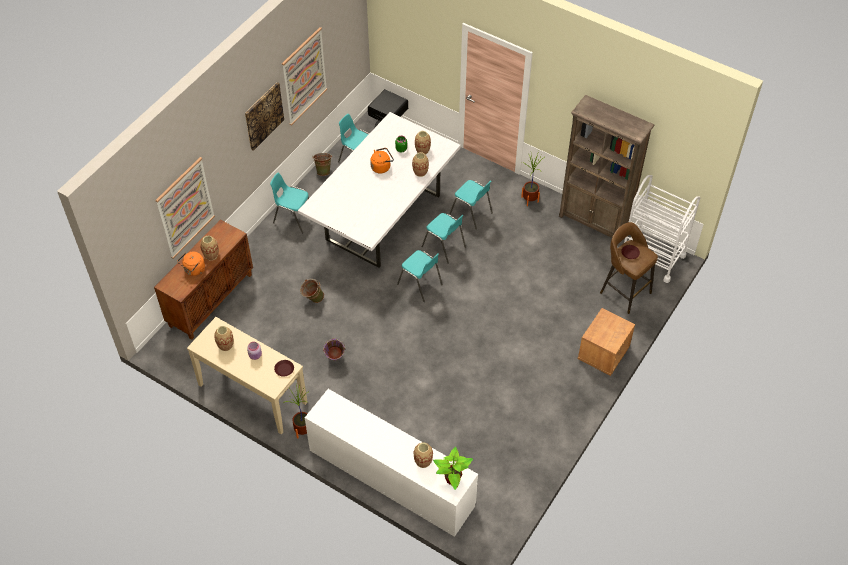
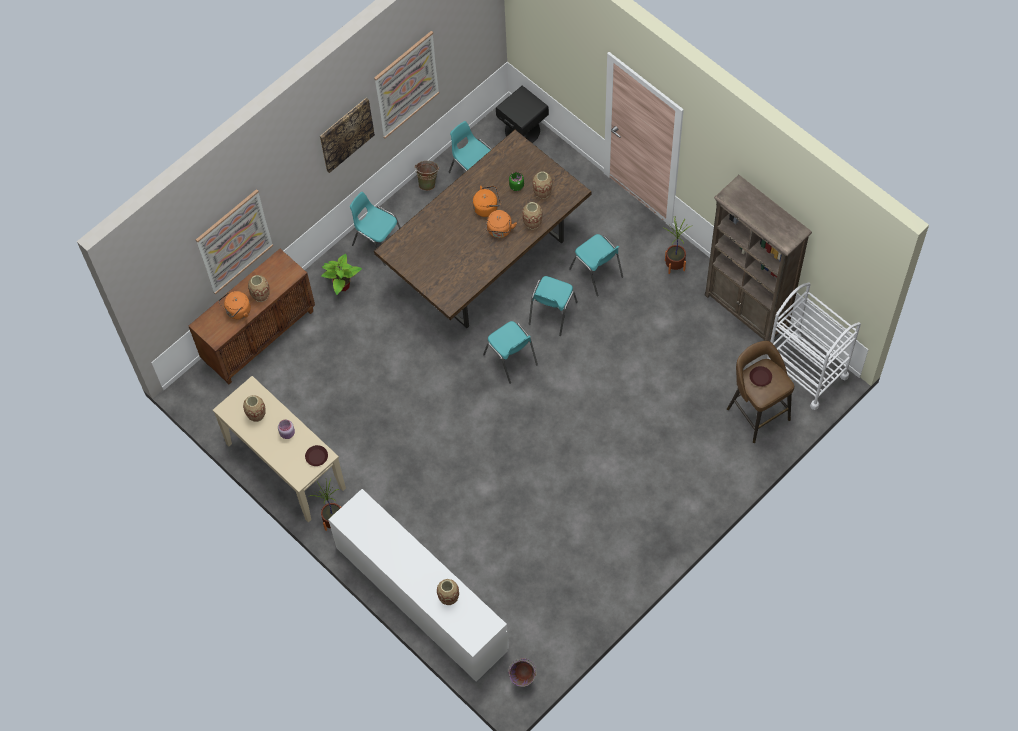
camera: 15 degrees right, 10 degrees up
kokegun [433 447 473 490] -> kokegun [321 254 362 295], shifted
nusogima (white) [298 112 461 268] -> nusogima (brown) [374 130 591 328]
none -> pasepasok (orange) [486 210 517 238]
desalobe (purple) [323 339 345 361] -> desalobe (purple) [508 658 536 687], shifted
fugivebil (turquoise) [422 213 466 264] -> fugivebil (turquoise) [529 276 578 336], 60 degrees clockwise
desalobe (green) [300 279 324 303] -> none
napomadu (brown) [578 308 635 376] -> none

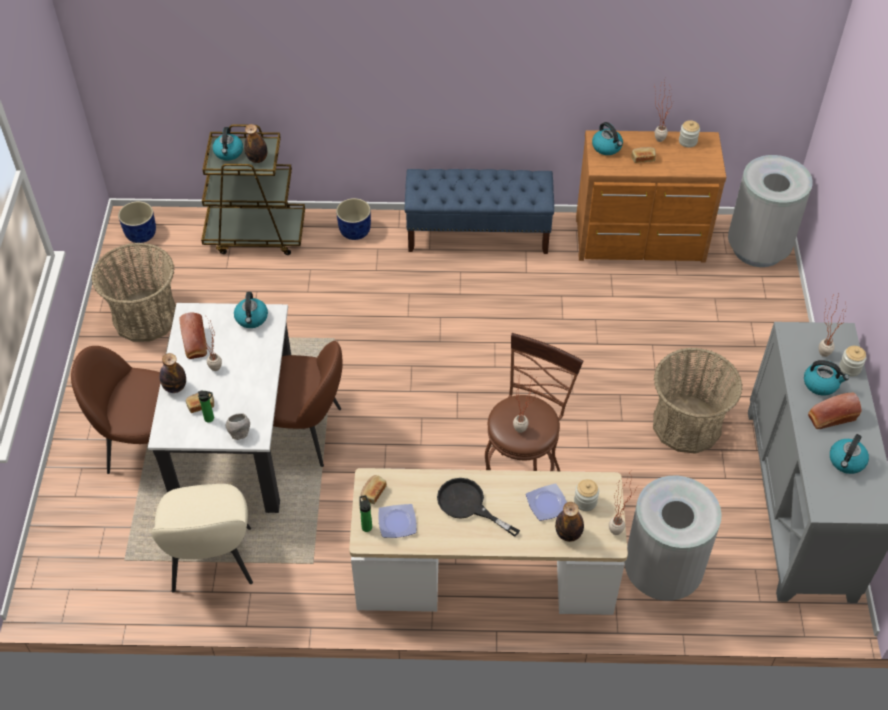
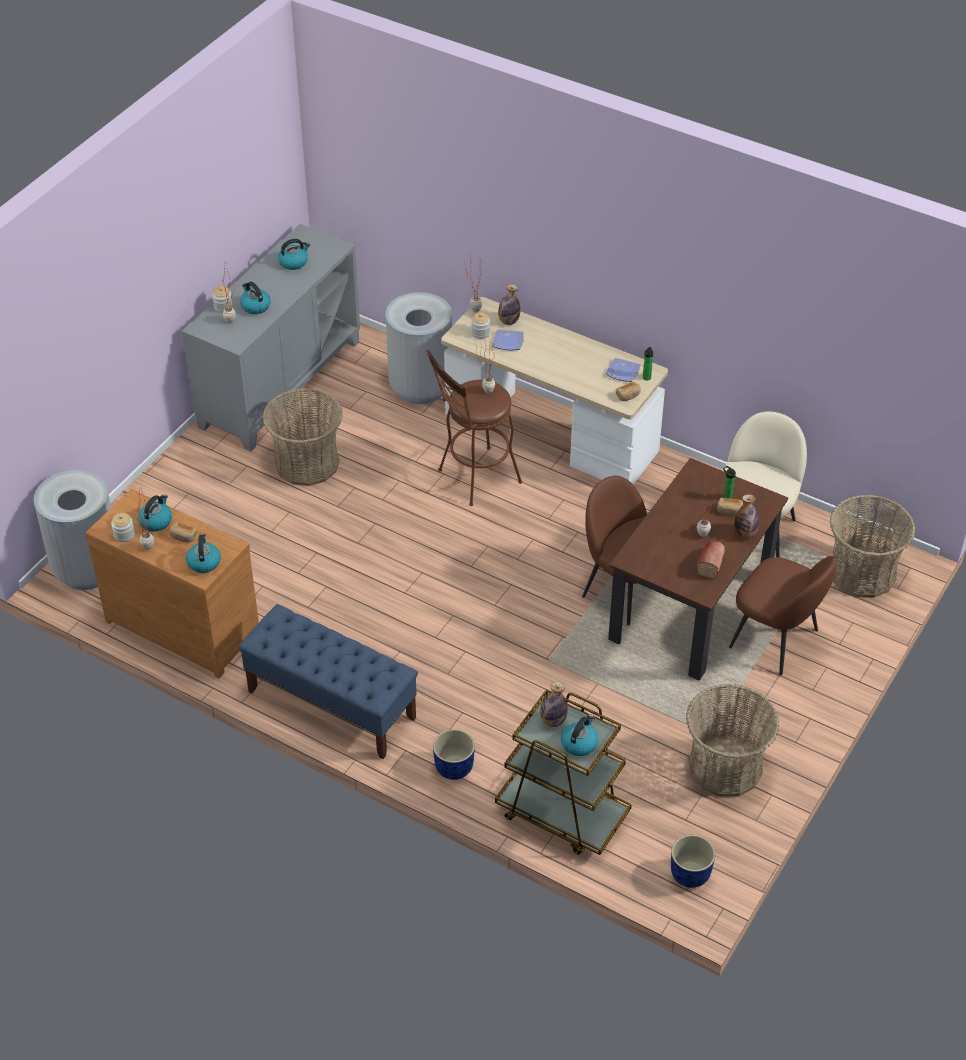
camera: 150 degrees left, 5 degrees down
pasepasok [234 292 268 328] -> pasepasok [138 494 172 532], shifted
nusogima (white) [148 303 291 513] -> nusogima (brown) [608 458 788 681]
none -> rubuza [830 494 915 598]
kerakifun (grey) [226 413 250 440] -> none
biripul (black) [437 478 520 537] -> none
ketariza [808 392 861 429] -> none

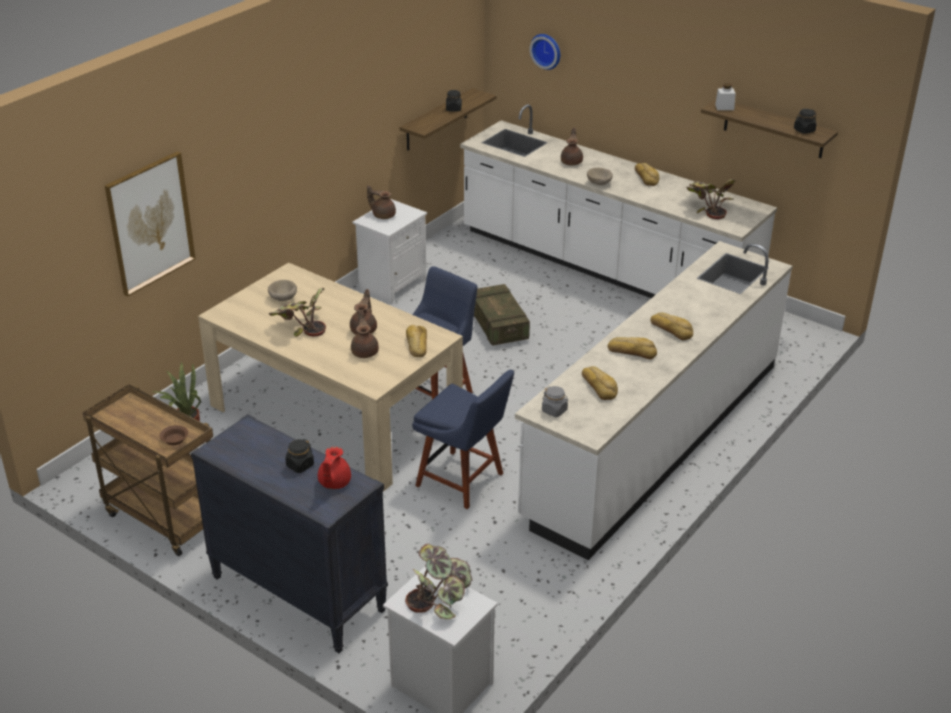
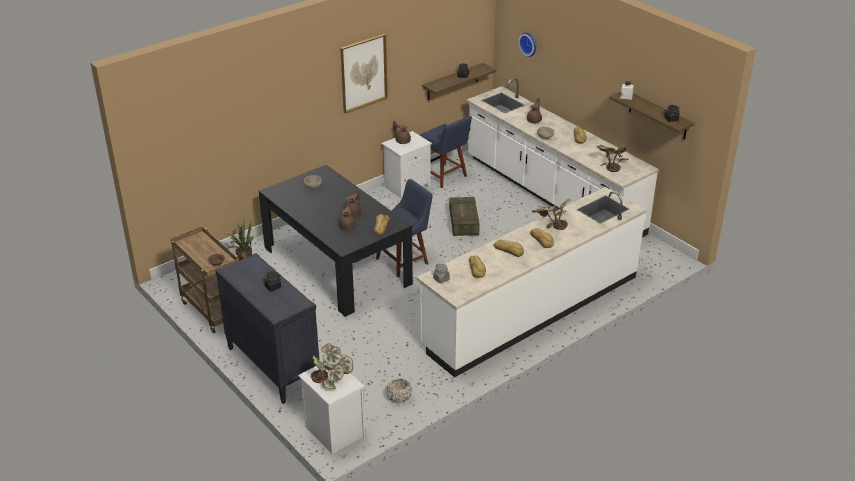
camera: 15 degrees right, 0 degrees up
nusogima (beige) [198 262 463 492] -> nusogima (black) [259 165 413 317]
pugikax [105 152 195 297] -> pugikax [340 34 388 114], shifted
none -> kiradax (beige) [386 378 412 403]
fugivebil (blue) [412 370 514 509] -> fugivebil (blue) [420 116 472 188], shifted
kokegun [269 288 326 337] -> kokegun [532 199 571 230], shifted
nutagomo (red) [318 447 351 489] -> none

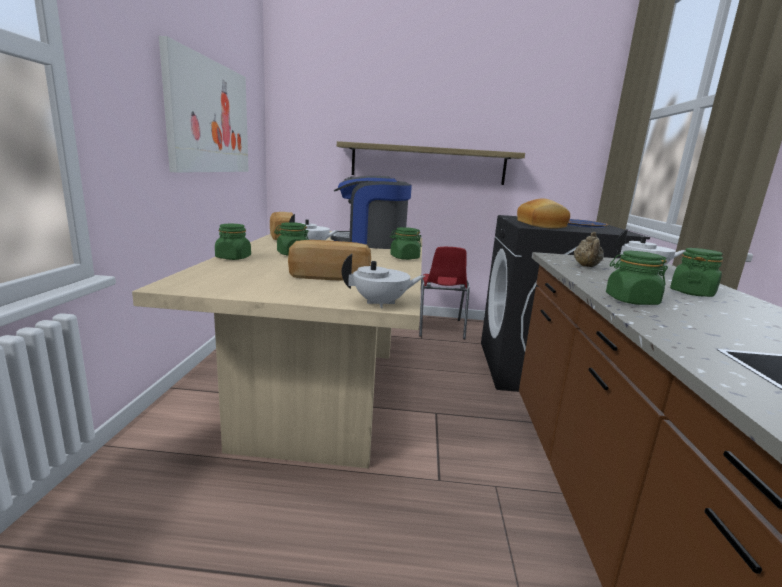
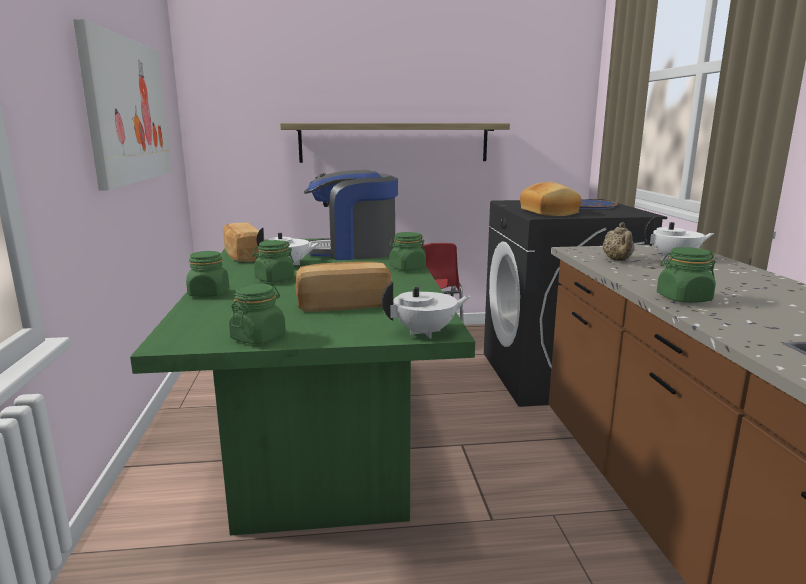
camera: 10 degrees left, 0 degrees up
nusogima (beige) [132 231 422 468] -> nusogima (green) [130 238 475 536]
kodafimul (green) [670 248 723 297] -> kodafimul (green) [229 284 286 344], shifted

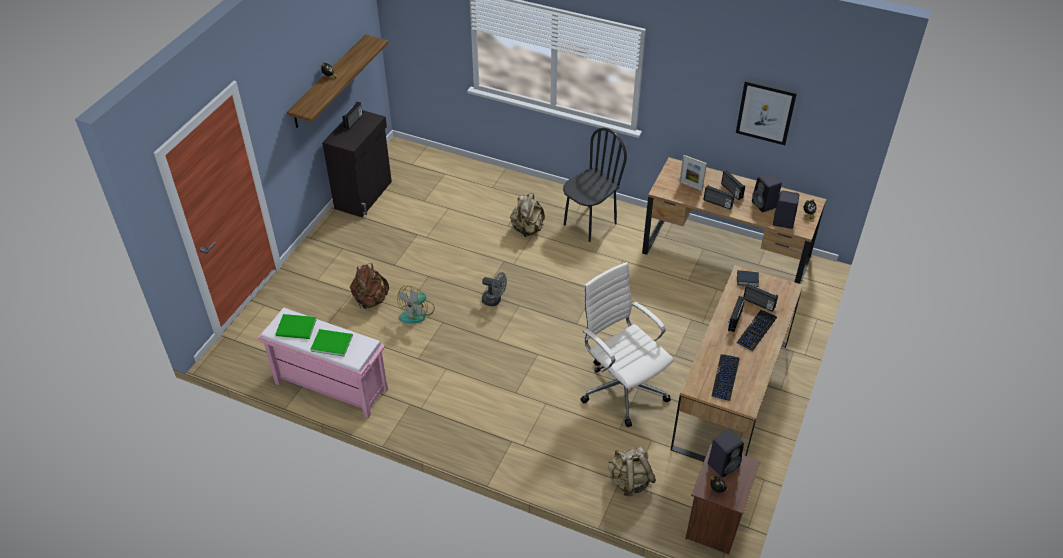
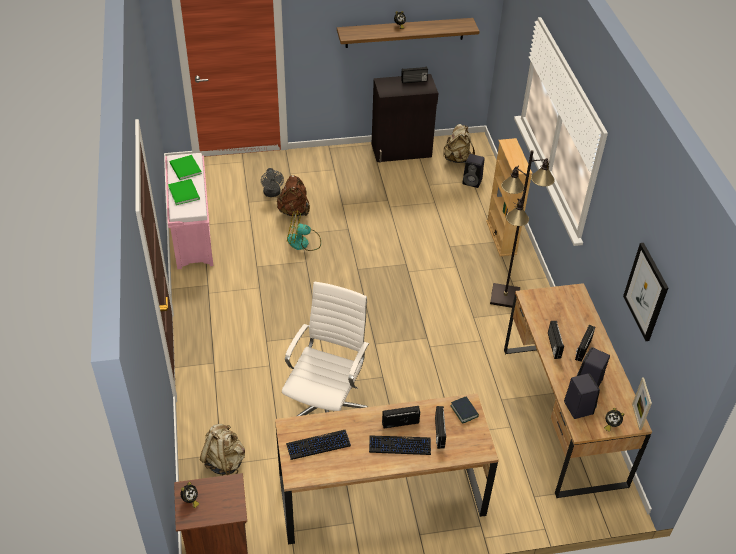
camera: 55 degrees right, 0 degrees up
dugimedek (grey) [482 272 507 306] -> dugimedek (grey) [261 168 284 197], shifted
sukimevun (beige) [510 193 545 237] -> sukimevun (beige) [443 124 475 163], shifted
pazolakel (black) [708 429 744 478] -> pazolakel (black) [462 154 485 188], shifted
none -> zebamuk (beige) [486 138 532 256]
fugivebil (black) [563 128 627 242] -> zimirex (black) [490 150 555 308]
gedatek [679 155 707 191] -> gedatek [632 378 652 430], shifted

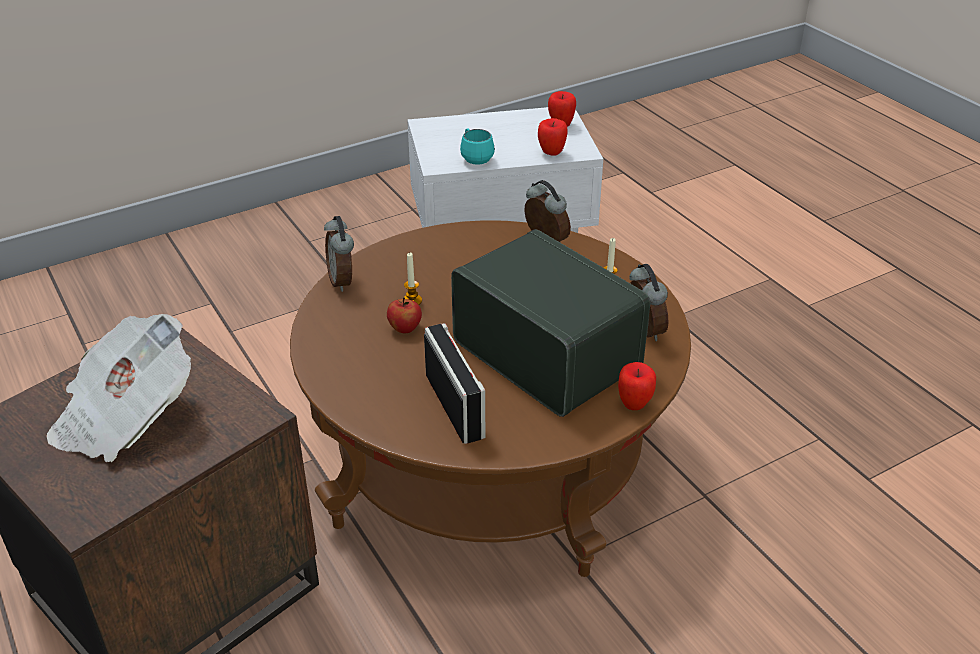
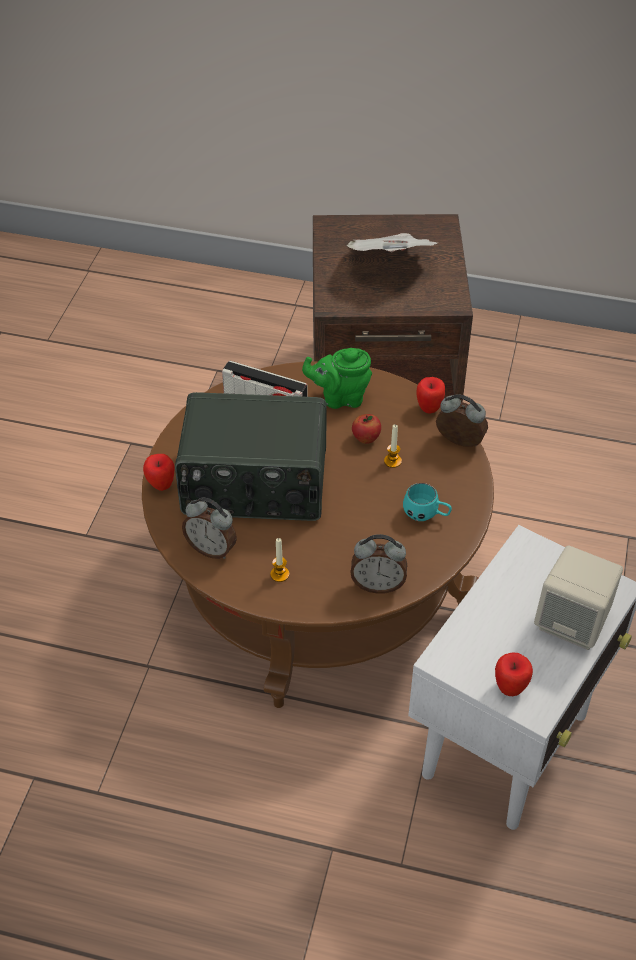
camera: 135 degrees right, 10 degrees up
none -> nutagomo (green) [302 348 372 409]
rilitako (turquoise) [460 128 495 165] -> rilitako (turquoise) [403 483 452 521], shifted
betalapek [538 118 568 156] -> betalapek [416 377 445 414], shifted
none -> pazolakel (beige) [534 545 623 650]

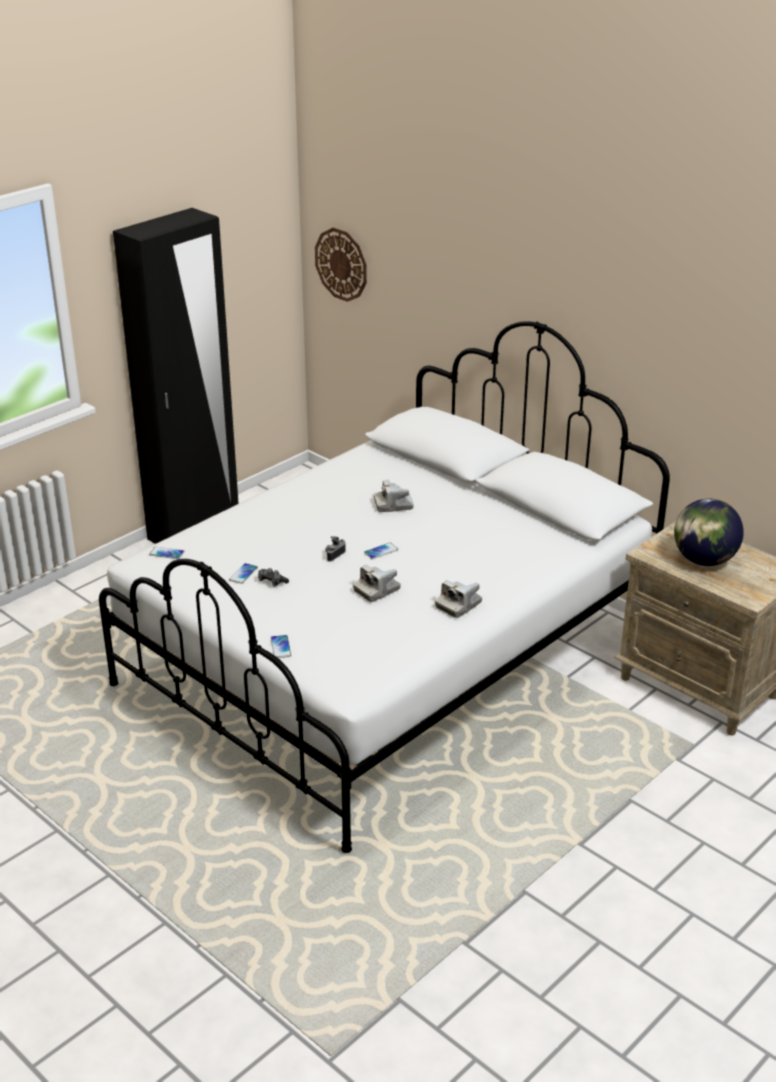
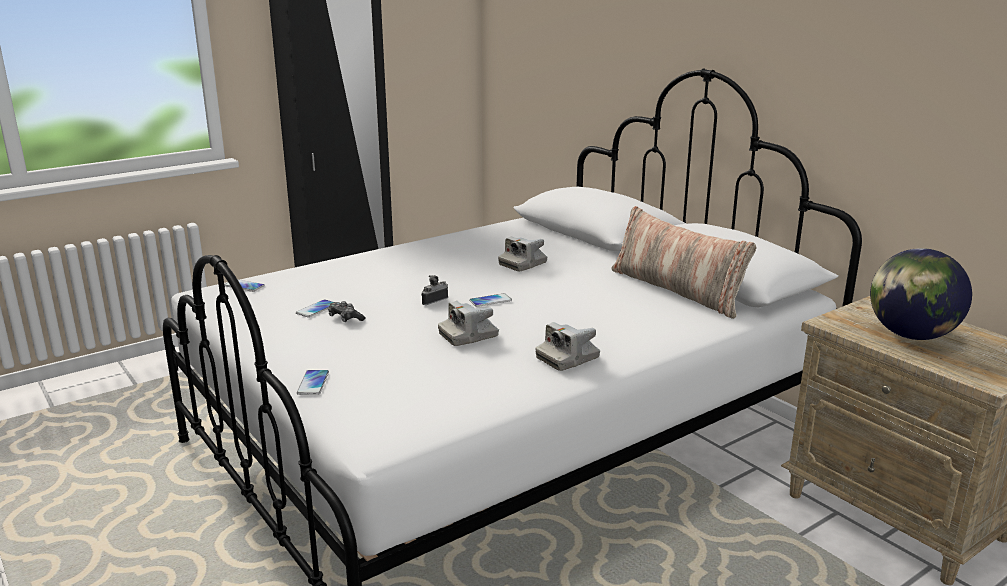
camera: 10 degrees right, 10 degrees down
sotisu [374 480 414 512] -> sotisu [498 237 547 271], 45 degrees counterclockwise
none -> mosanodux [612 206 756 319]
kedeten [315 228 367 302] -> none

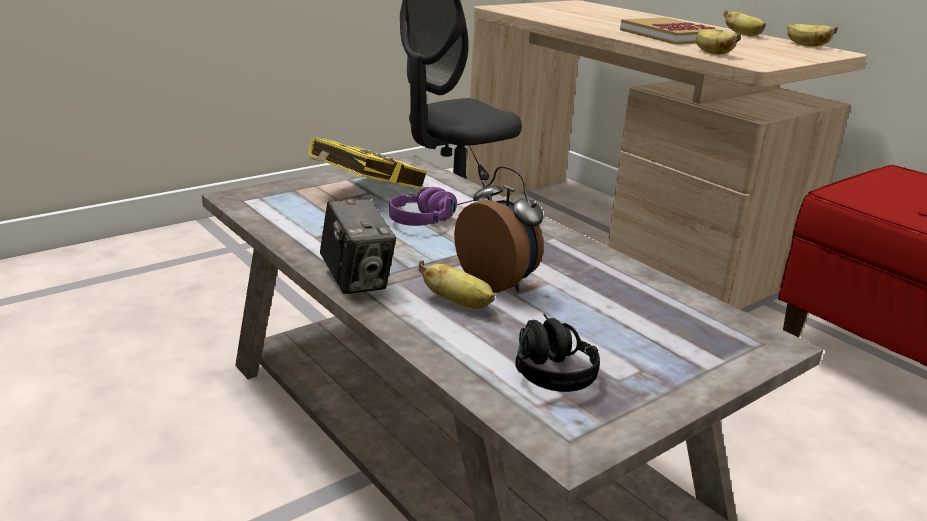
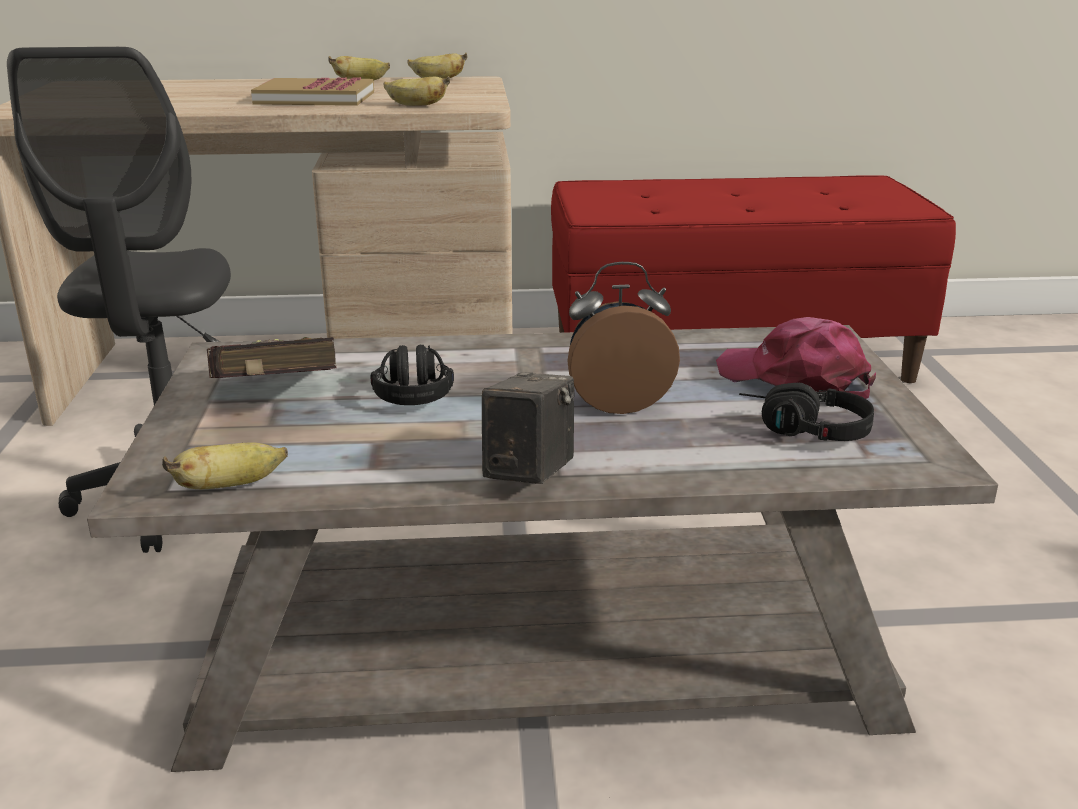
camera: 55 degrees left, 0 degrees up
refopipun [418 260 495 309] -> refopipun [162 442 288 489], shifted
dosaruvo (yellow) [308 137 427 189] -> dosaruvo (red) [207 337 336 378]
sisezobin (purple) [389 187 474 226] -> sisezobin (black) [370 345 454 405]
sotisu [320 198 396 294] -> sotisu [482 372 575 484], 75 degrees counterclockwise
none -> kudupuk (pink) [716 317 876 399]

